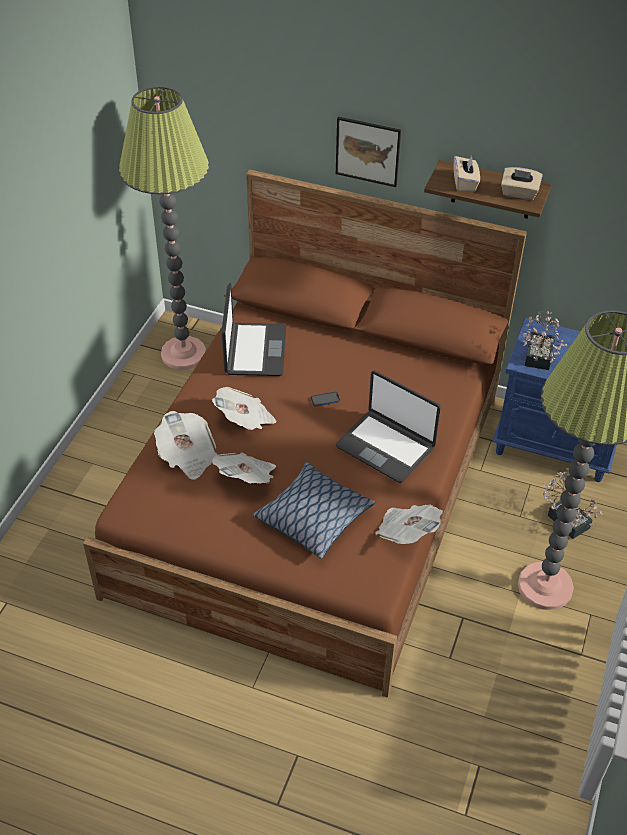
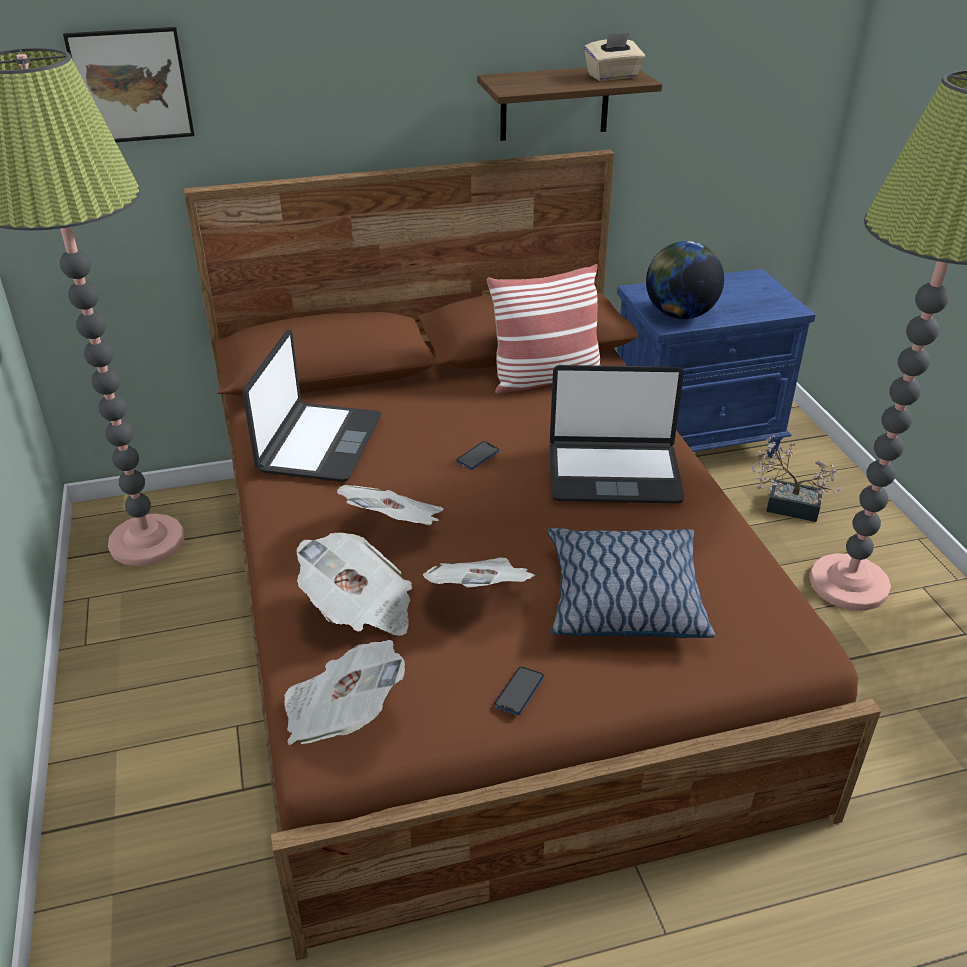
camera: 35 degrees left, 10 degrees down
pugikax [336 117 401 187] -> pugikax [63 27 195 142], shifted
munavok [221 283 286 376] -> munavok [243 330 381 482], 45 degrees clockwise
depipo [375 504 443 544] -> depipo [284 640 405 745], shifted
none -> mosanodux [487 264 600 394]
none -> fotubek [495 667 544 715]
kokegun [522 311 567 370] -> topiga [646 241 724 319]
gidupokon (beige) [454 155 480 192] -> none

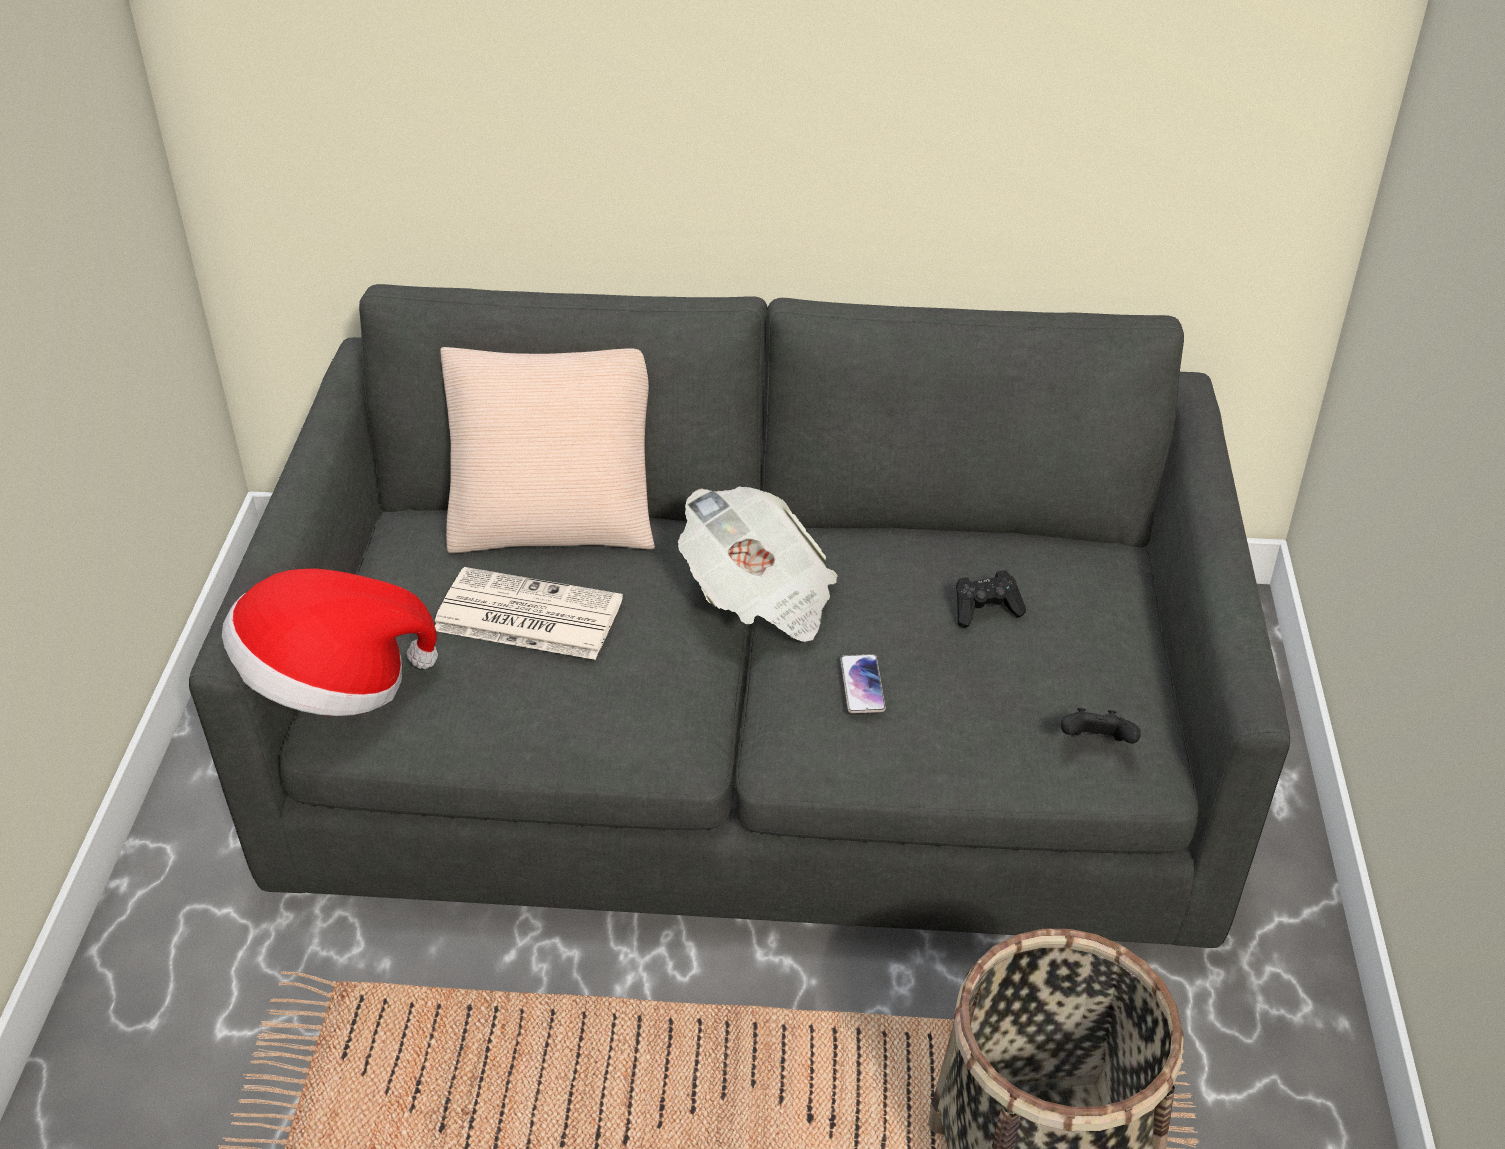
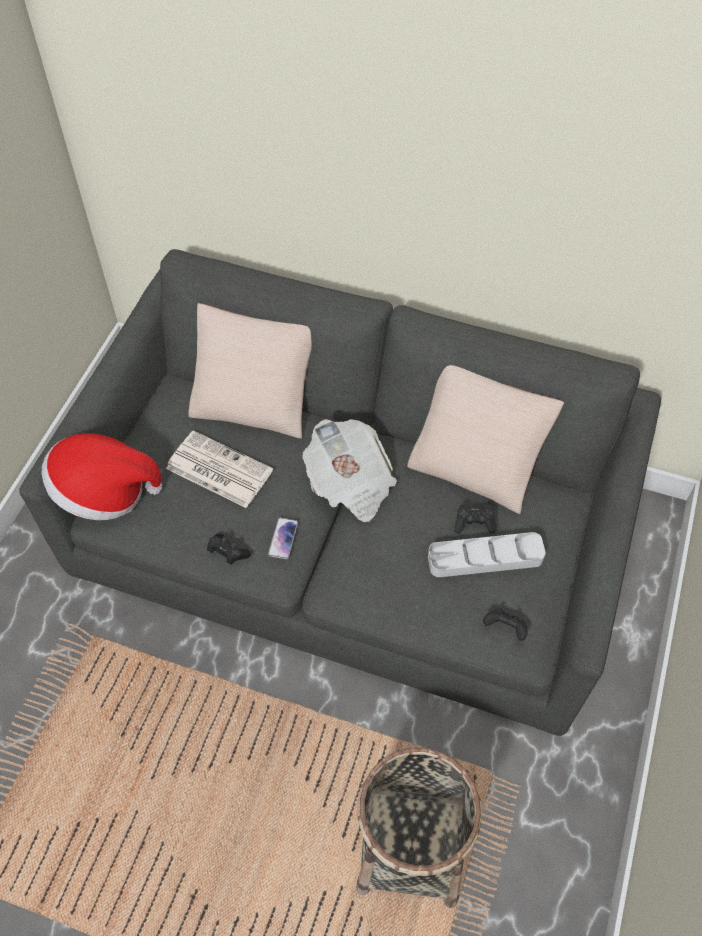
camera: 15 degrees right, 15 degrees up
none -> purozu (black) [207 534 251 565]
fotubek [840 654 886 714] -> fotubek [268 518 298 559], shifted
none -> mosanodux (beige) [407 365 564 514]
none -> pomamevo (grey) [428 532 545 577]

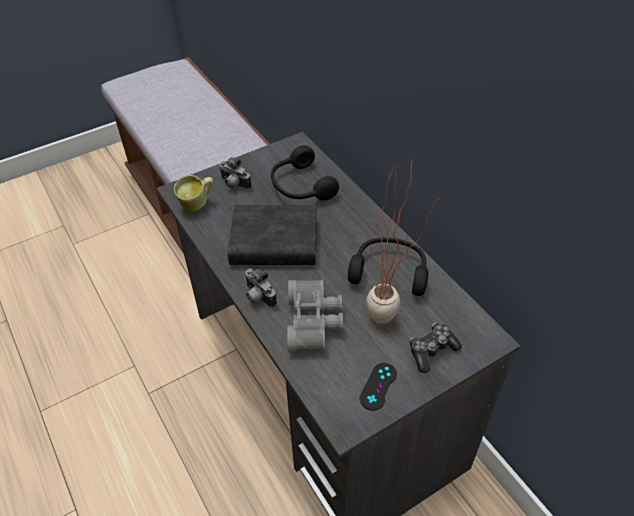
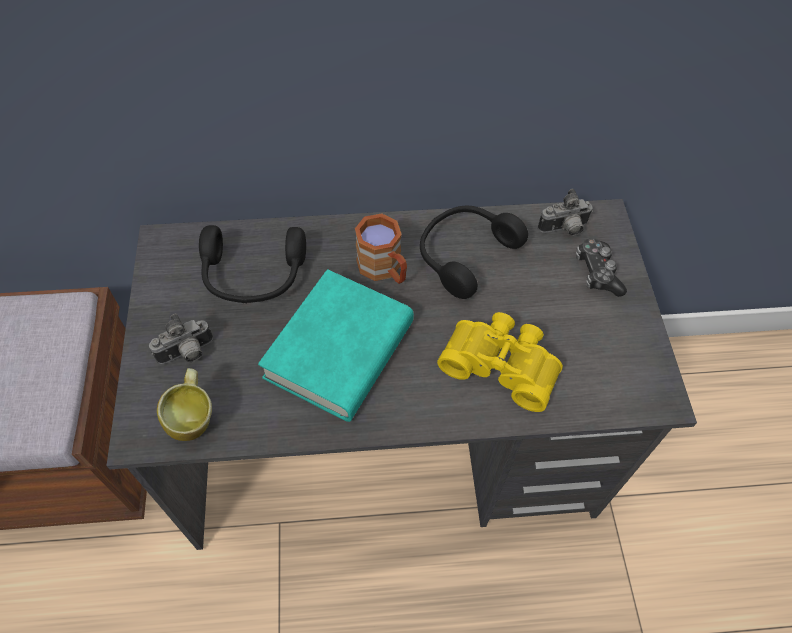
camera: 65 degrees left, 10 degrees up
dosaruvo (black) [227 205 317 265] -> dosaruvo (turquoise) [258 269 414 422]
none -> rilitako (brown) [355 213 407 284]
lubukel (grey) [287 280 343 352] -> lubukel (yellow) [437 312 563 412]
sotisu [245 268 277 308] -> sotisu [538 189 593 236], shifted
purozu (black) [360 363 397 411] -> none
kokegun [366 162 440 324] -> none

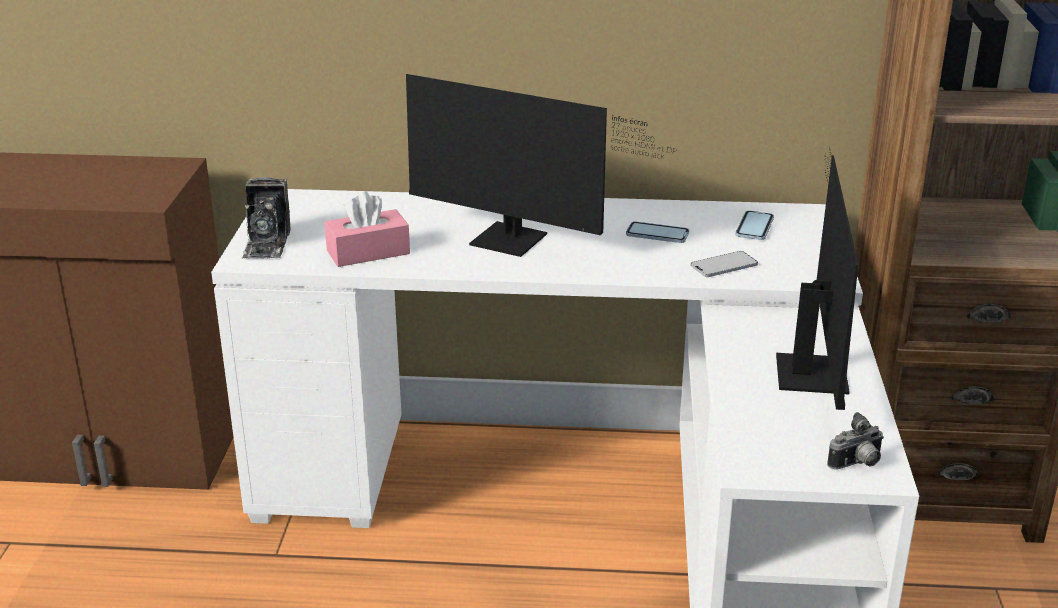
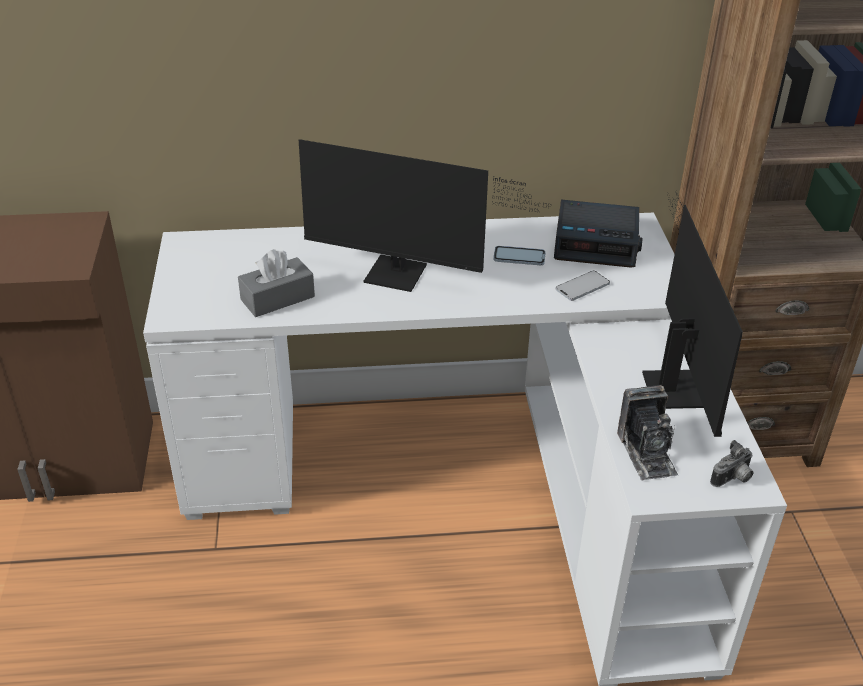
camera: 10 degrees left, 10 degrees up
gidupokon (pink) [324 192 410 267] -> gidupokon (grey) [238 249 315 317]
fotubek [735 211 774 240] -> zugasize [554 200 642 268]
sotisu [242 177 291 259] -> sotisu [617 385 678 481], shifted

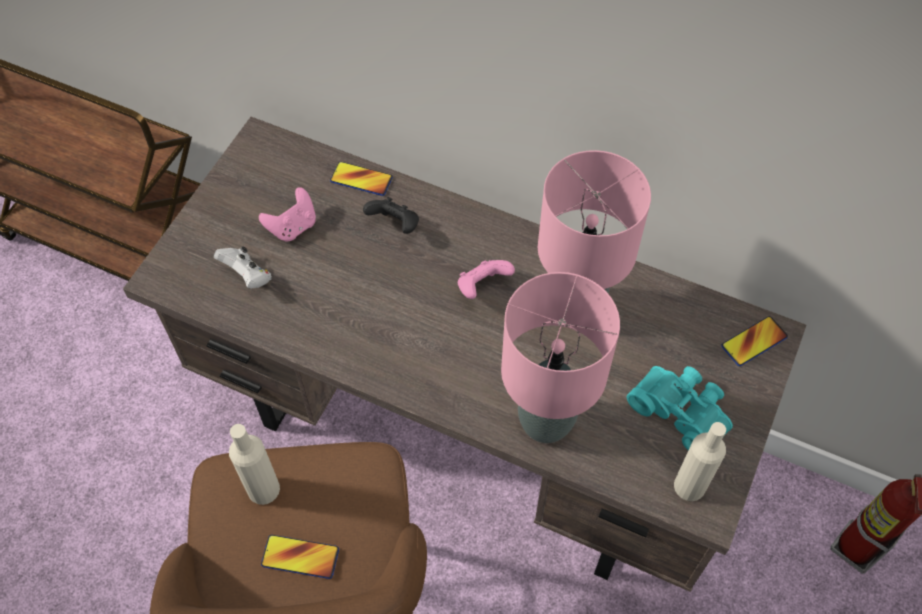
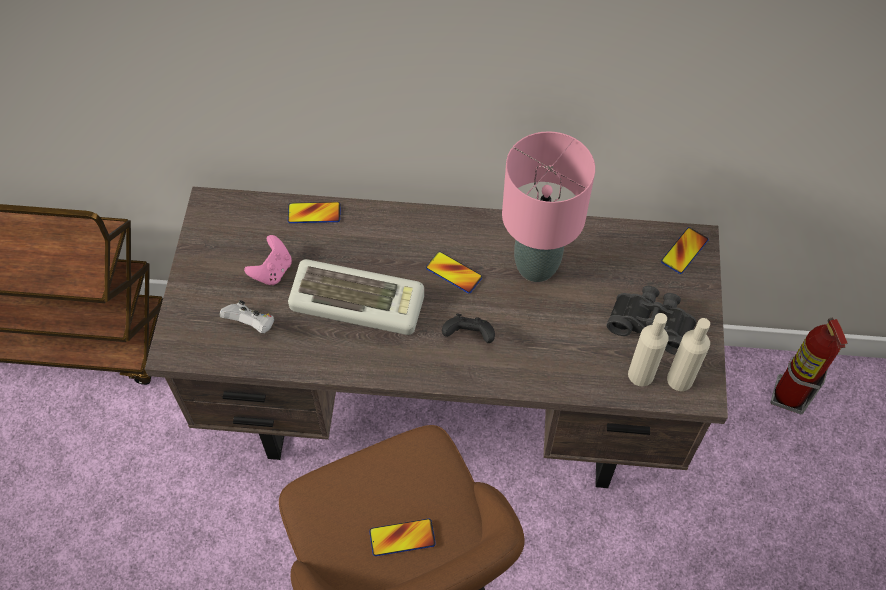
camera: 20 degrees left, 0 degrees up
none -> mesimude [288 259 424 335]
purozu (pink) [458 260 515 299] -> fotubek [426 251 482 293]
purozu (black) [363 197 419 234] -> purozu (black) [442 314 495 343], shifted
lubukel (turquoise) [627 366 733 450] -> lubukel (black) [606 286 696 355]
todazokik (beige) [229 424 280 505] -> todazokik (beige) [628 313 668 387], shifted
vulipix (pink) [501 272 620 443] -> none

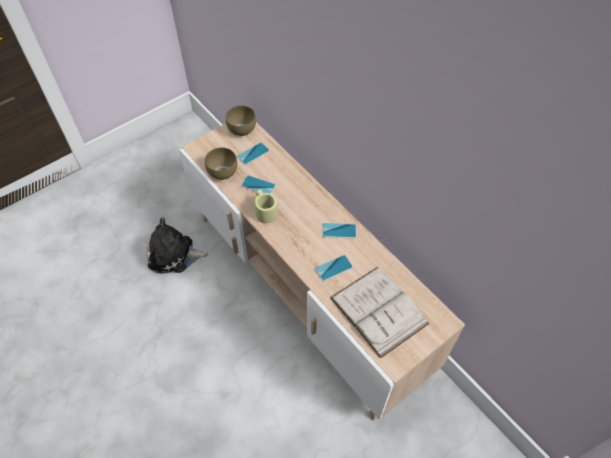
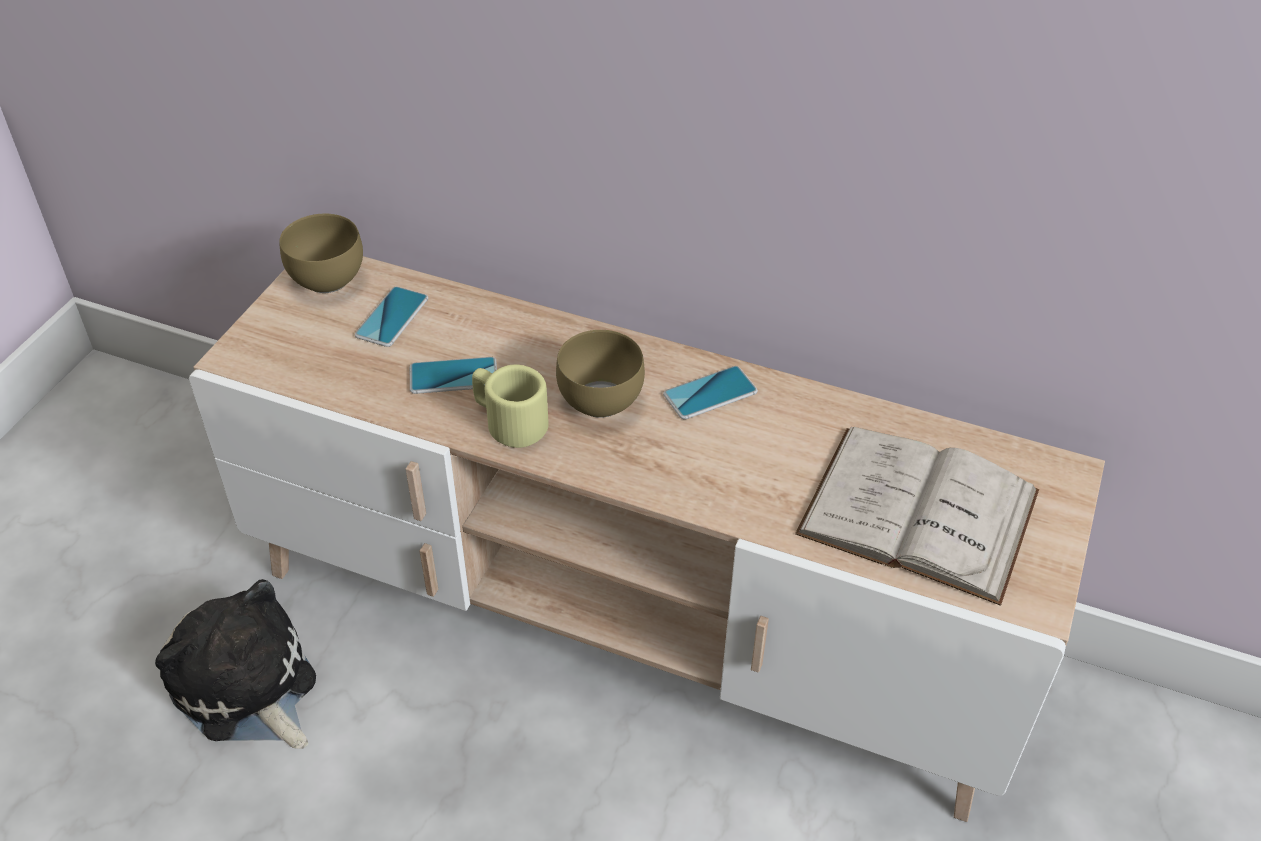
camera: 30 degrees left, 10 degrees down
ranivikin [147 217 208 274] -> ranivikin [155 579 316 749], 75 degrees clockwise
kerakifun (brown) [205 147 237 180] -> kerakifun (brown) [556 330 645 418], shifted
fotubek [315 255 353 282] -> none

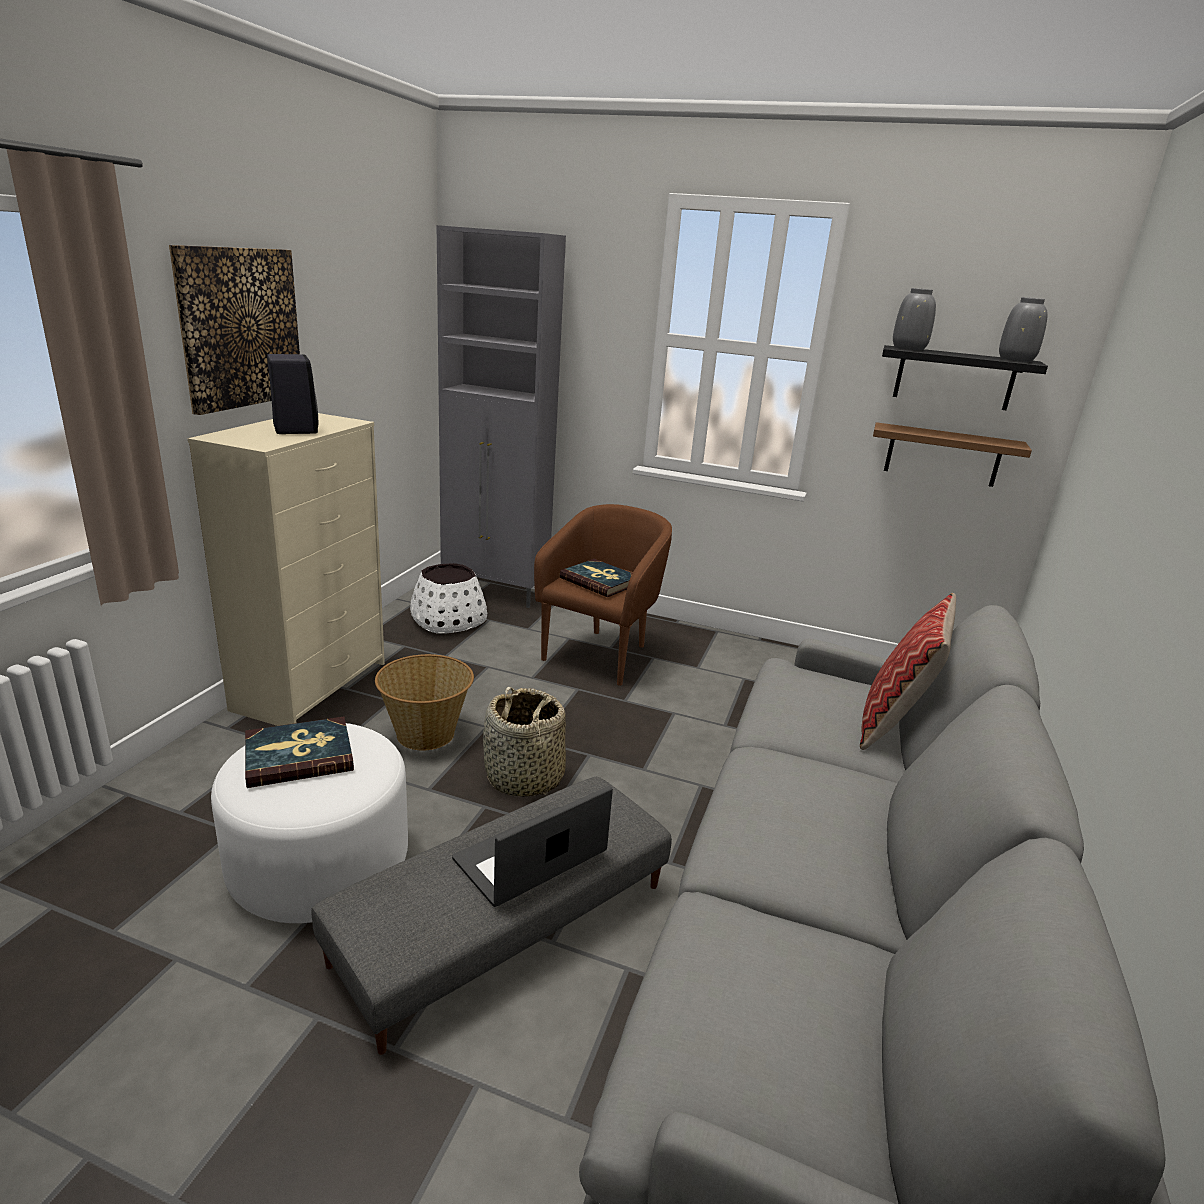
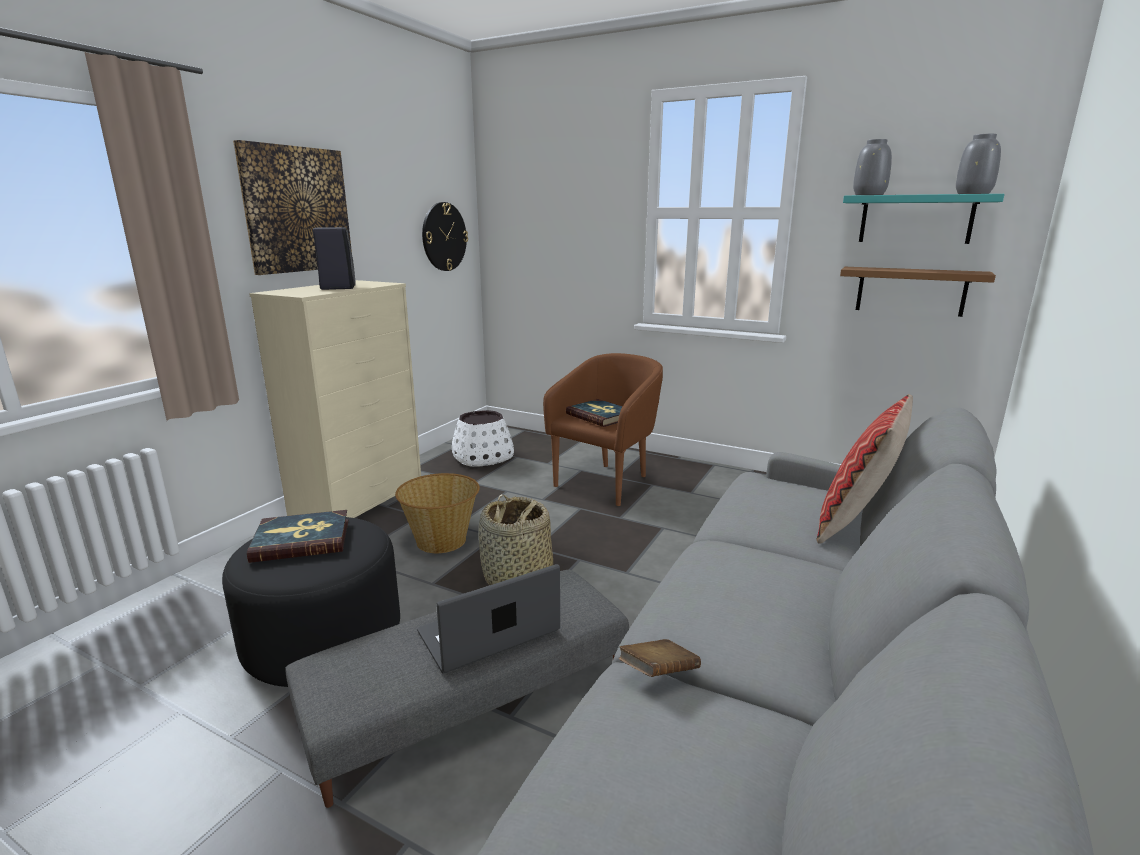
camera: 10 degrees right, 5 degrees down
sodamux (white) [211 723 408 923] -> sodamux (black) [222 517 400 687]
none -> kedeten [422 202 468 271]
none -> dosaruvo (brown) [619 639 701 677]
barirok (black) [882 345 1048 410] -> barirok (turquoise) [843 194 1005 244]
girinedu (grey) [437 225 566 608] -> none

